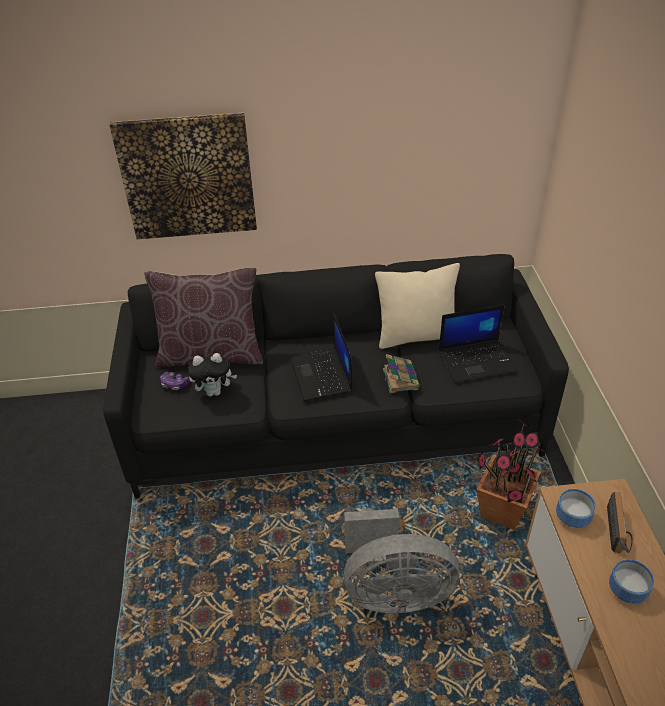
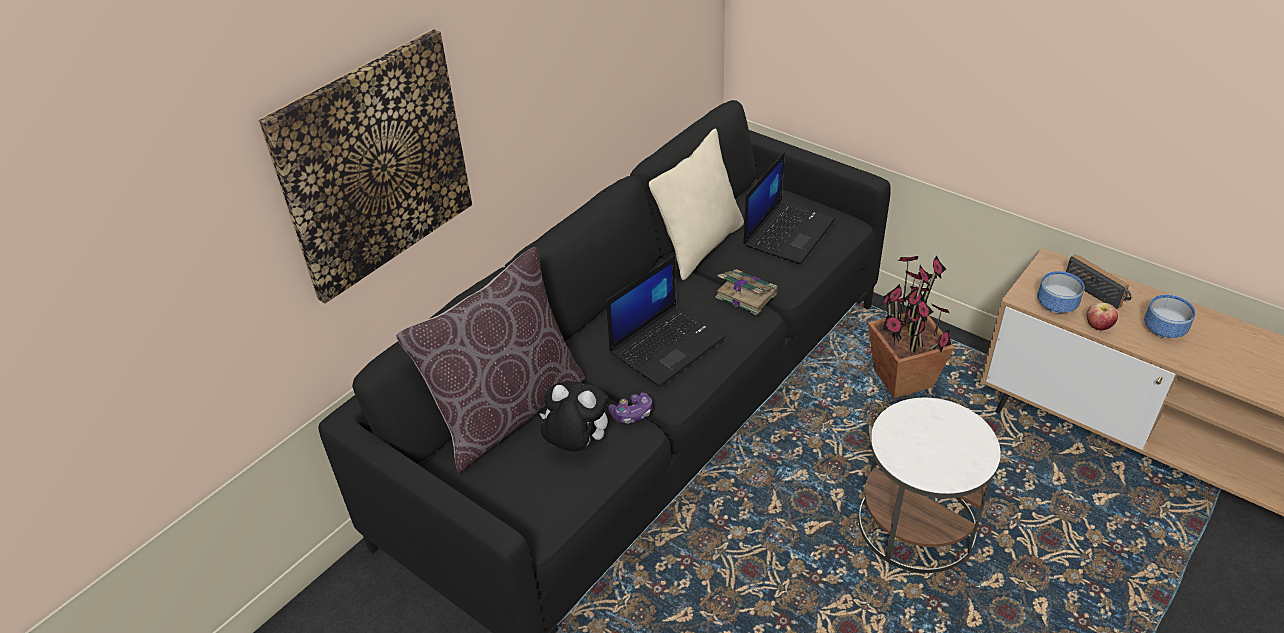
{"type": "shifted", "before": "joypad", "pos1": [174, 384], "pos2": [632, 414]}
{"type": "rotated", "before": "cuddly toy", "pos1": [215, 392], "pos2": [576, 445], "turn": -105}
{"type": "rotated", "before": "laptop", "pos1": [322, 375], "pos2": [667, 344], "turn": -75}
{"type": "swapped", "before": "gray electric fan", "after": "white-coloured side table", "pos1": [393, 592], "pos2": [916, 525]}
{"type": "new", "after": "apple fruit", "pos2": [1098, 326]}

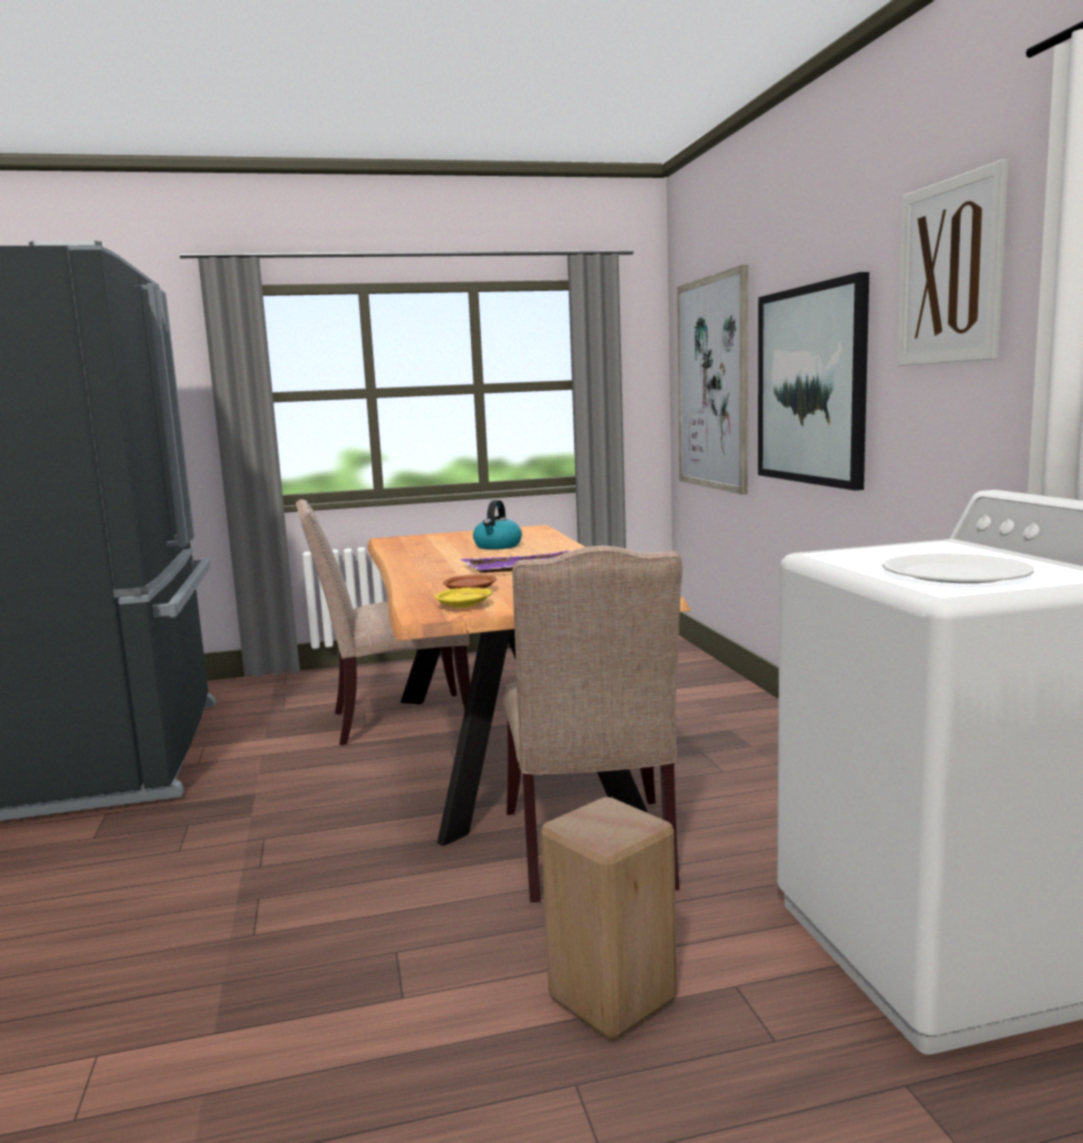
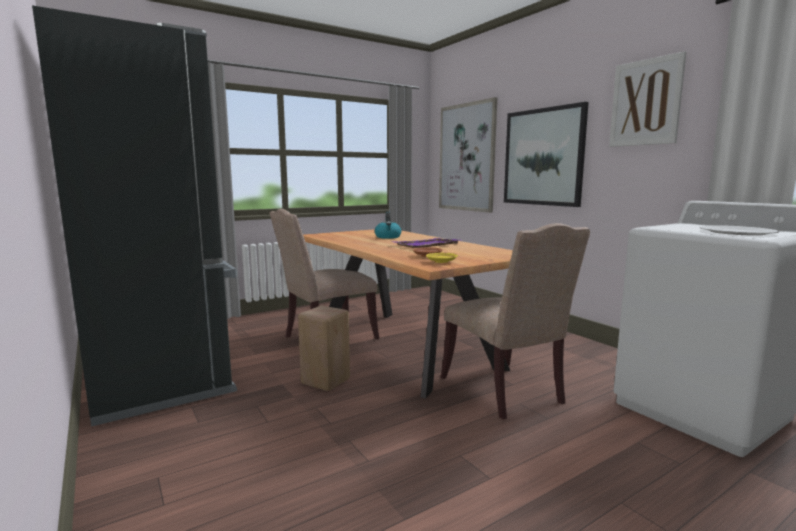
{"type": "shifted", "before": "beige-coloured sitting stool", "pos1": [612, 997], "pos2": [325, 380]}

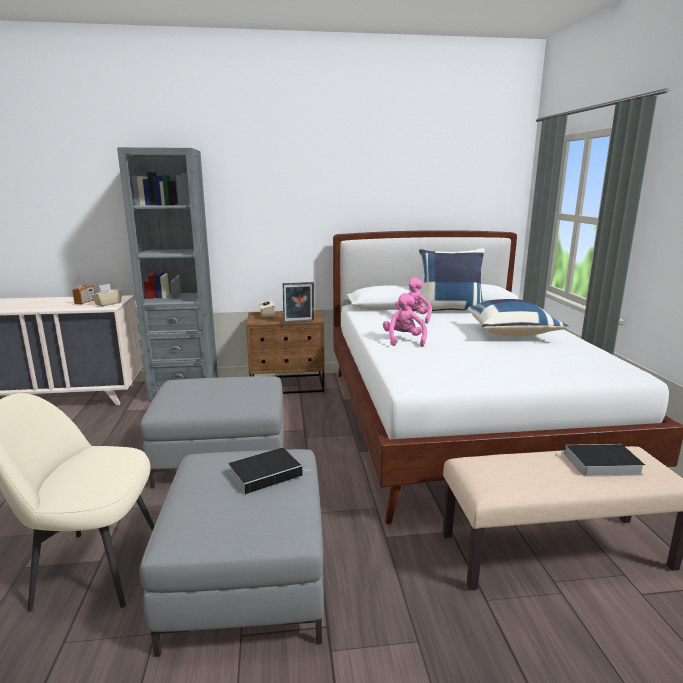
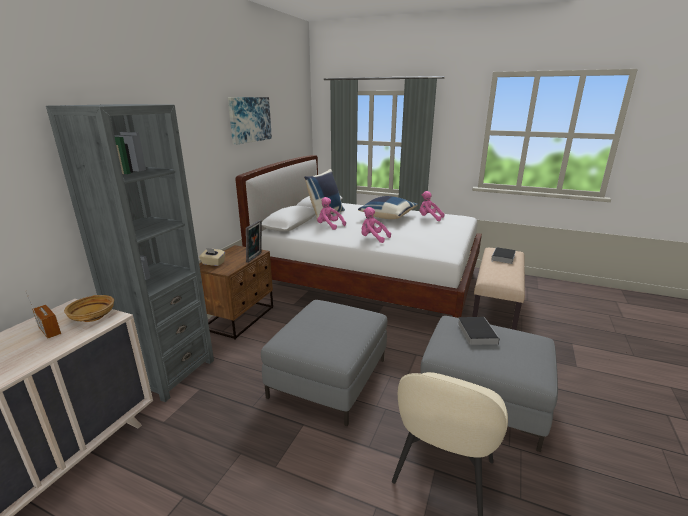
{"type": "swapped", "before": "beige-coloured tissue holder", "after": "beige-coloured serving bowl", "pos1": [108, 304], "pos2": [93, 317]}
{"type": "new", "after": "wall art", "pos2": [249, 119]}
{"type": "new", "after": "pink cuddly toy", "pos2": [429, 218]}

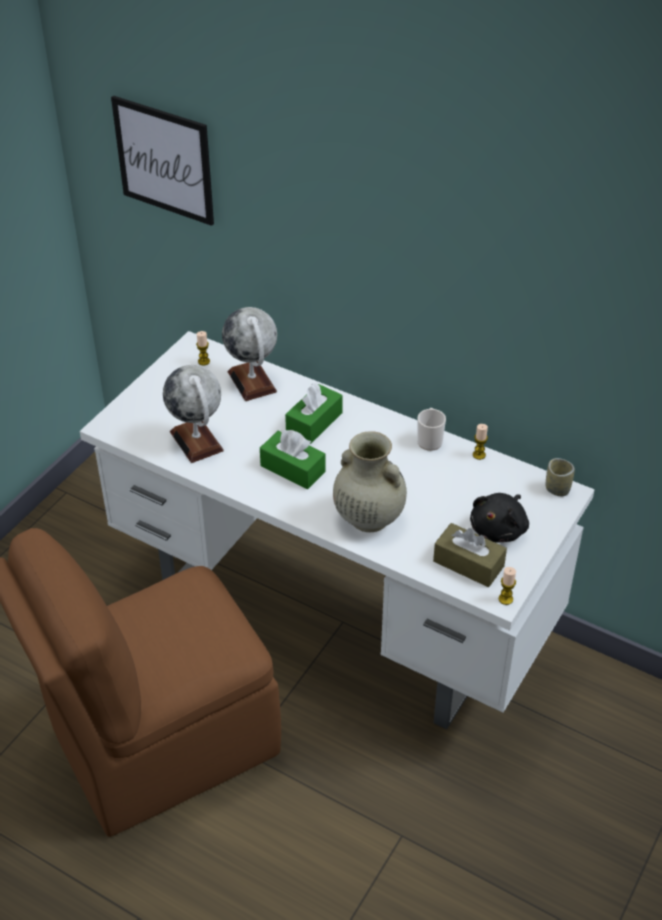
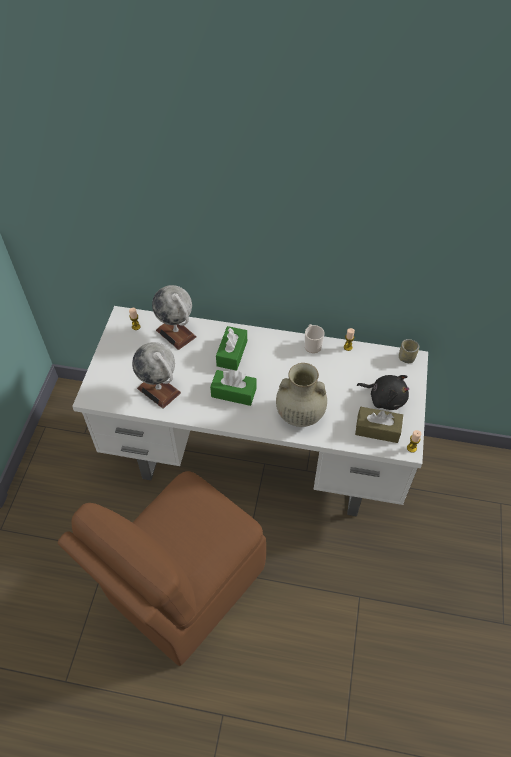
{"type": "gone", "before": "wall art", "pos1": [164, 160]}
{"type": "rotated", "before": "black cuddly toy", "pos1": [499, 529], "pos2": [385, 398], "turn": -75}

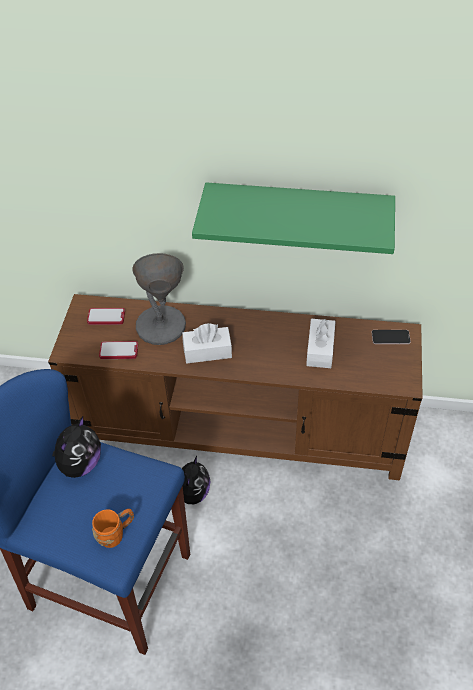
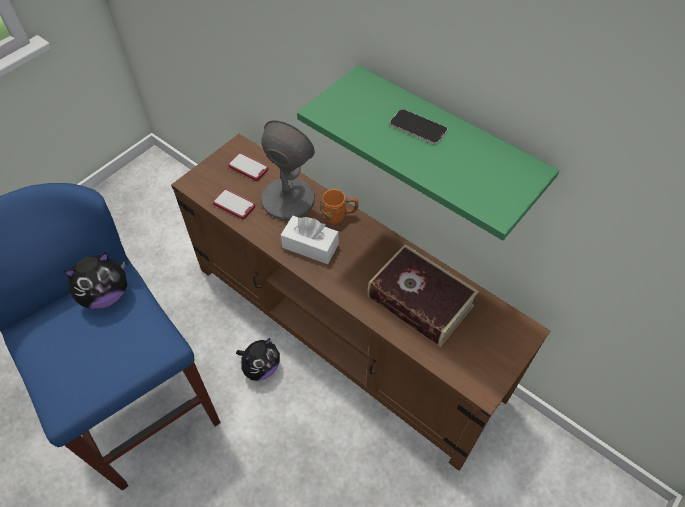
{"type": "shifted", "before": "orange-coloured mug", "pos1": [116, 533], "pos2": [339, 216]}
{"type": "swapped", "before": "white-coloured tissue holder", "after": "volume", "pos1": [320, 349], "pos2": [420, 301]}
{"type": "shifted", "before": "telephone", "pos1": [390, 337], "pos2": [418, 127]}

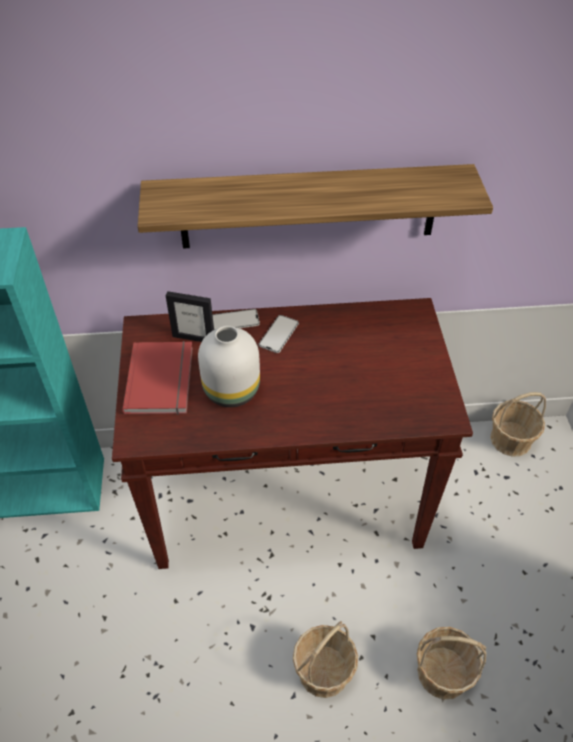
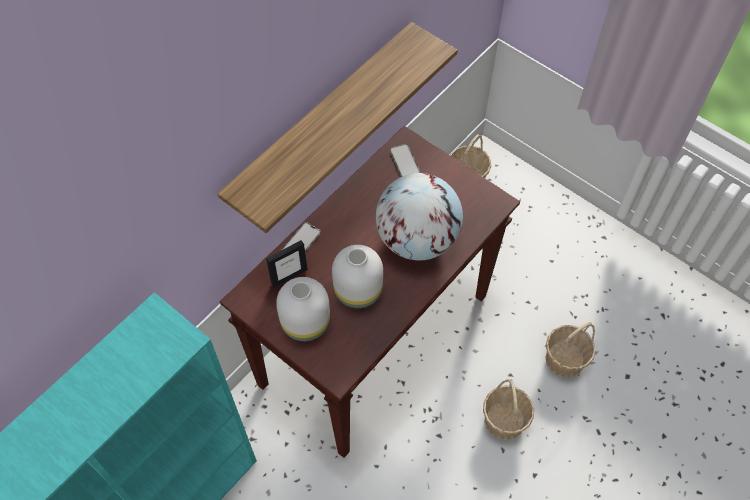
{"type": "swapped", "before": "red volume", "after": "white-coloured flower vase", "pos1": [162, 379], "pos2": [305, 322]}
{"type": "shifted", "before": "telephone", "pos1": [278, 334], "pos2": [404, 161]}
{"type": "new", "after": "world globe", "pos2": [417, 239]}

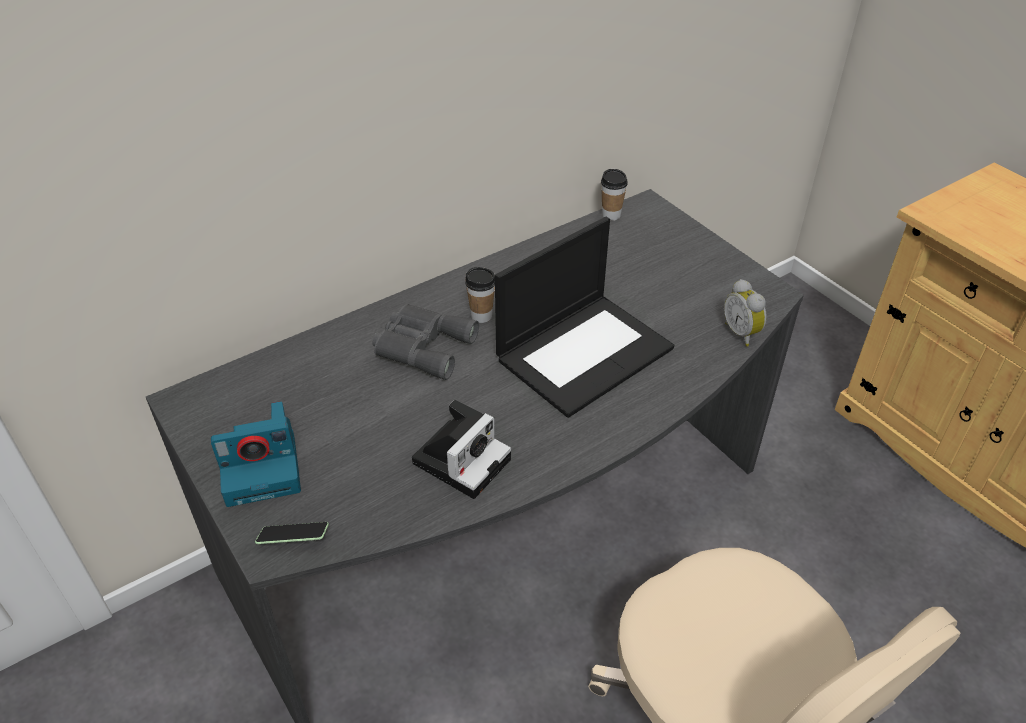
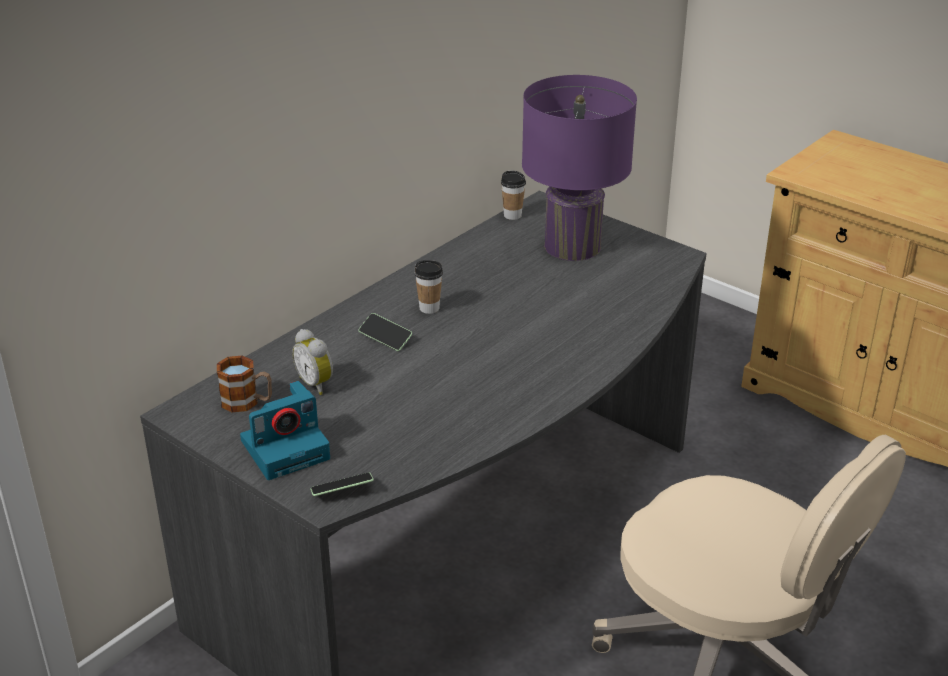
{"type": "swapped", "before": "gray field glasses", "after": "telephone", "pos1": [421, 346], "pos2": [385, 338]}
{"type": "gone", "before": "photo camera", "pos1": [463, 458]}
{"type": "gone", "before": "laptop", "pos1": [584, 352]}
{"type": "shifted", "before": "alarm clock", "pos1": [742, 333], "pos2": [317, 384]}
{"type": "new", "after": "mug", "pos2": [247, 402]}
{"type": "new", "after": "purplish tabletop lamp", "pos2": [572, 246]}

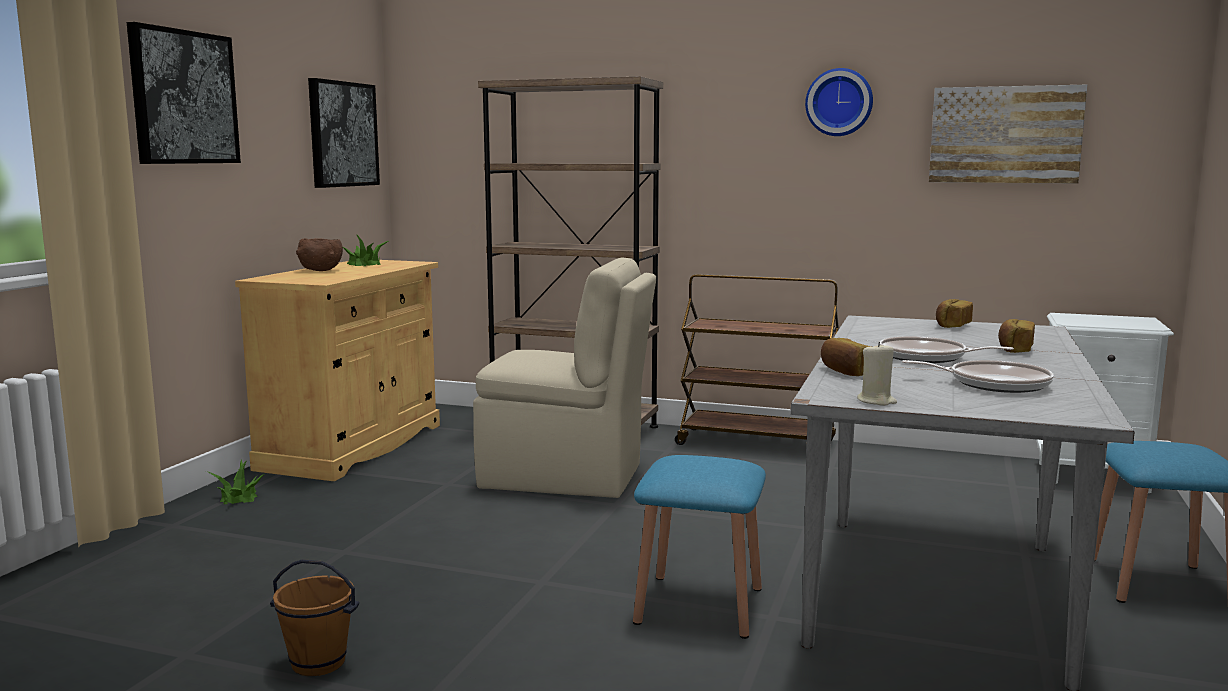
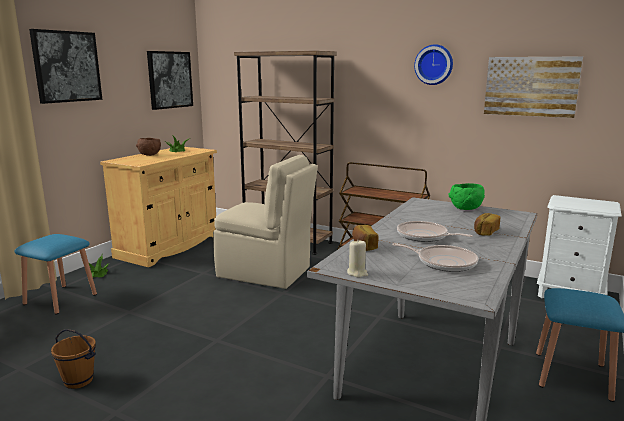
{"type": "shifted", "before": "blue sitting stool", "pos1": [699, 605], "pos2": [60, 299]}
{"type": "swapped", "before": "bakery bread", "after": "green serving bowl", "pos1": [952, 325], "pos2": [466, 209]}

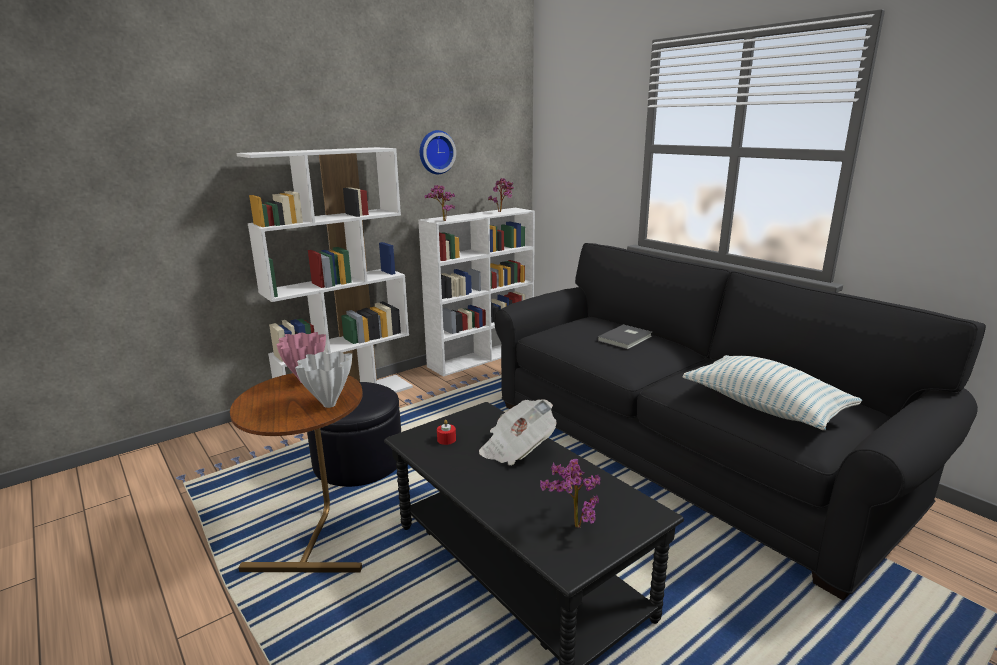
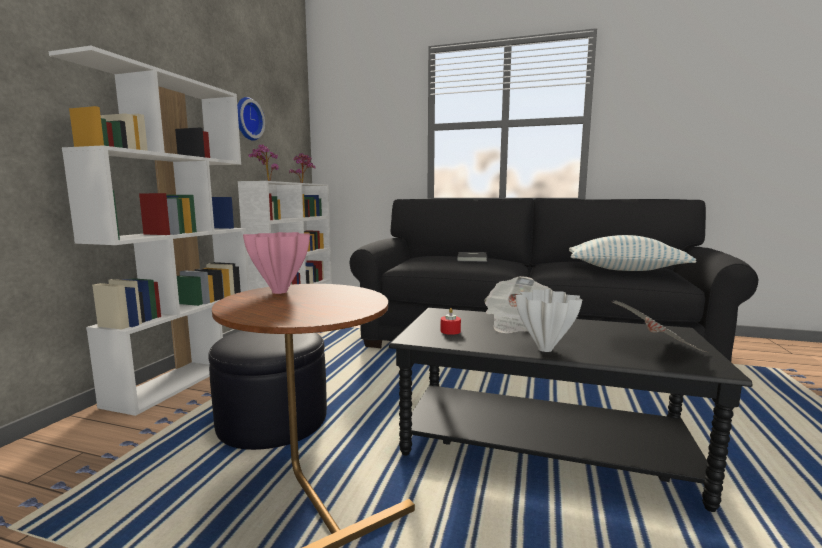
{"type": "shifted", "before": "white-coloured flower vase", "pos1": [328, 405], "pos2": [545, 350]}
{"type": "swapped", "before": "houseplant", "after": "daily paper", "pos1": [571, 525], "pos2": [656, 348]}

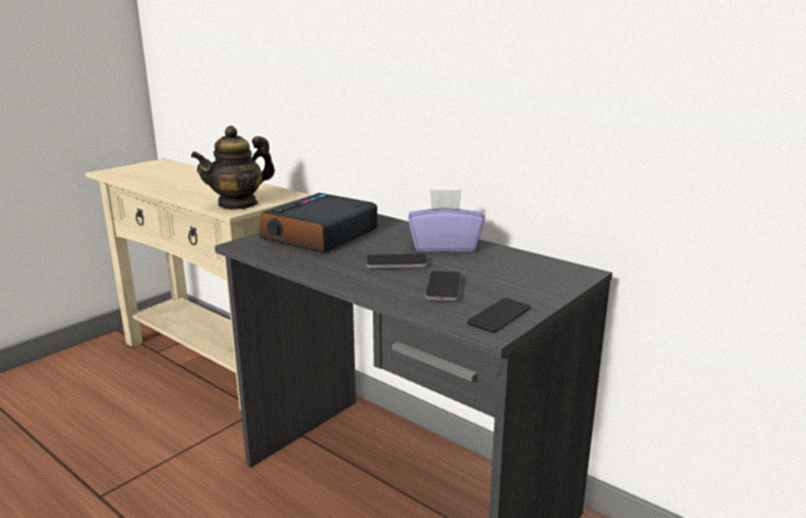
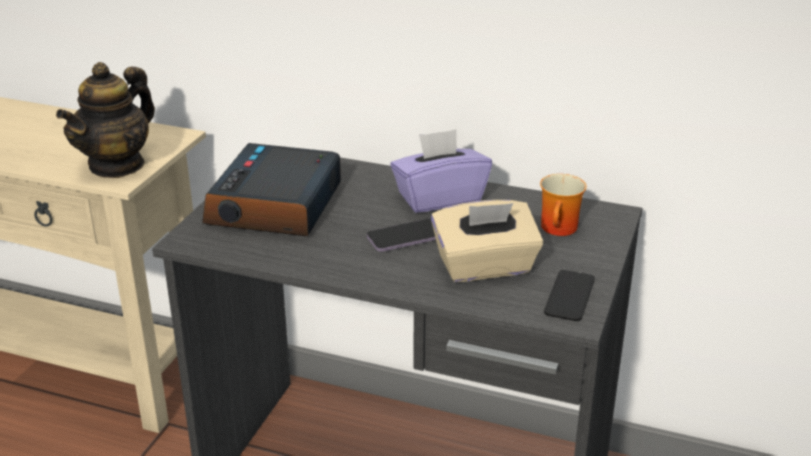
{"type": "swapped", "before": "telephone", "after": "beige-coloured tissue holder", "pos1": [443, 288], "pos2": [485, 267]}
{"type": "new", "after": "mug", "pos2": [561, 229]}

